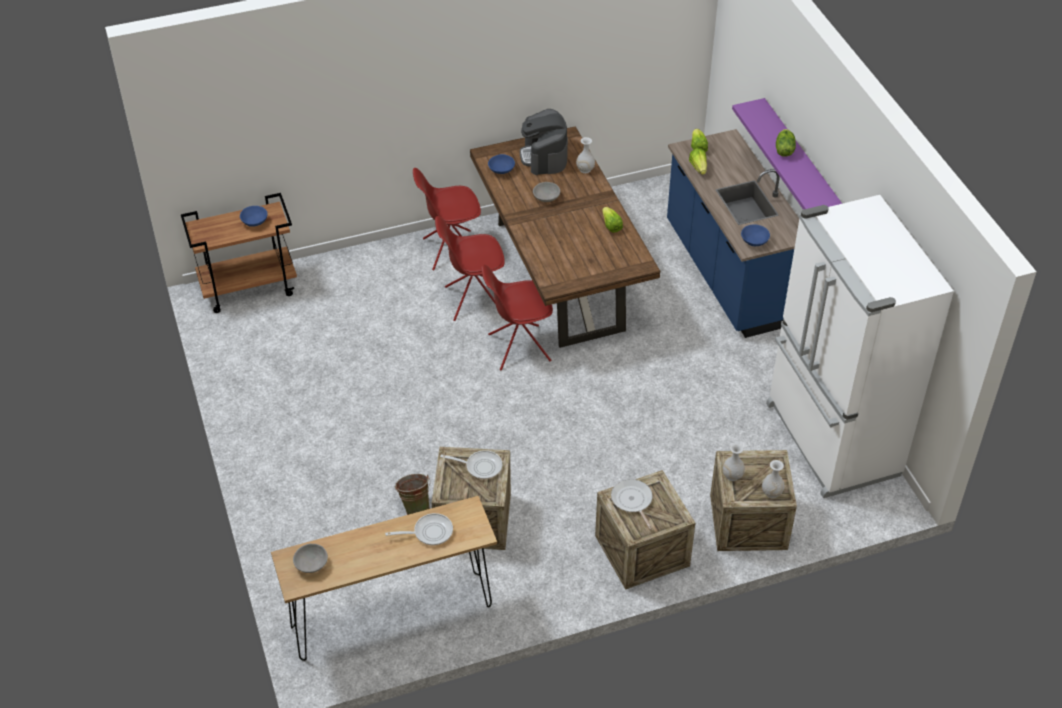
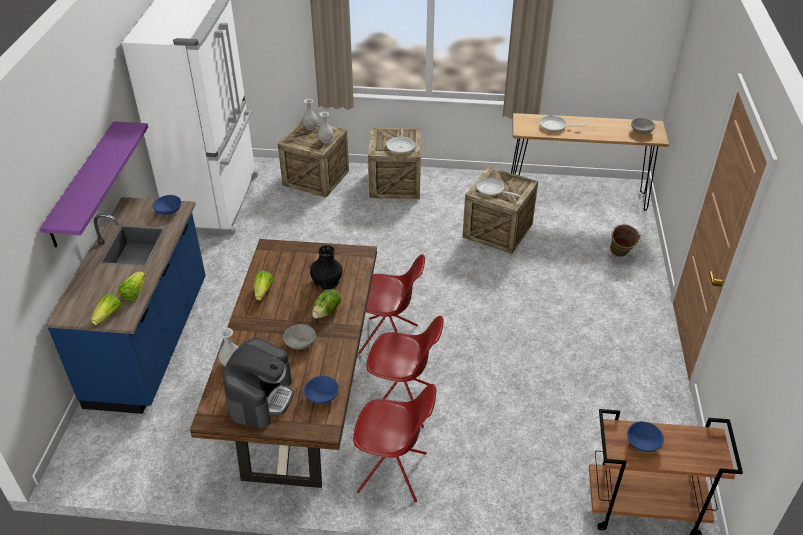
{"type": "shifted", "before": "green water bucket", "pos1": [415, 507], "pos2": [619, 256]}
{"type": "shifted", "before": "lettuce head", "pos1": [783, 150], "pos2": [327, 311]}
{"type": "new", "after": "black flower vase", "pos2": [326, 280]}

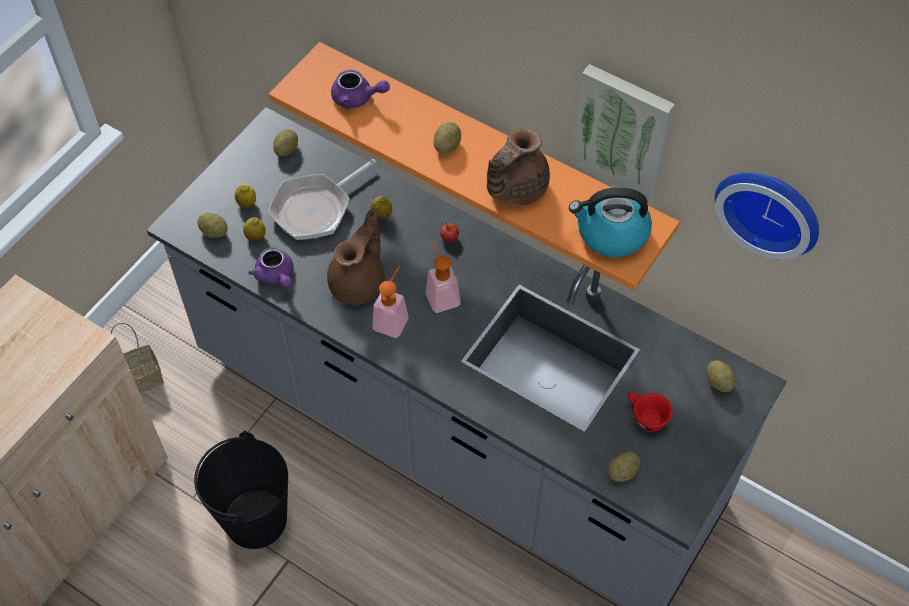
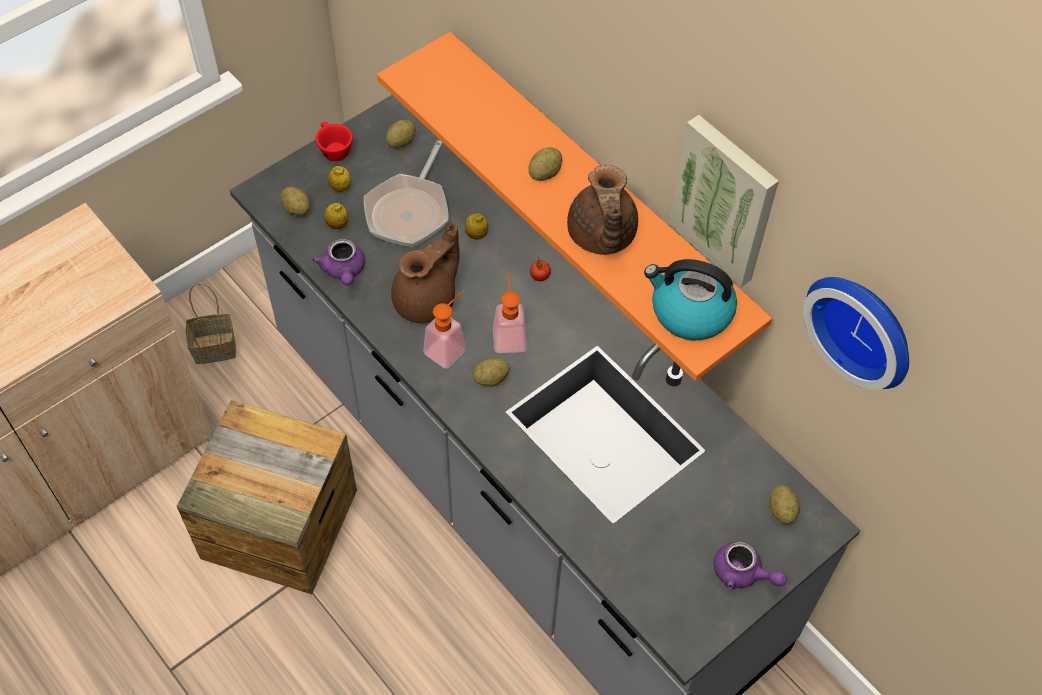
{"type": "swapped", "before": "black water bucket", "after": "shipping crate", "pos1": [255, 519], "pos2": [279, 524]}
{"type": "rotated", "before": "skillet", "pos1": [316, 208], "pos2": [410, 211], "turn": -45}
{"type": "shifted", "before": "purplish tea pot", "pos1": [357, 98], "pos2": [743, 574]}
{"type": "rotated", "before": "brownish tea pot", "pos1": [514, 188], "pos2": [600, 236], "turn": -60}
{"type": "shifted", "before": "spud", "pos1": [622, 472], "pos2": [491, 379]}
{"type": "shifted", "before": "red cup", "pos1": [645, 417], "pos2": [333, 149]}

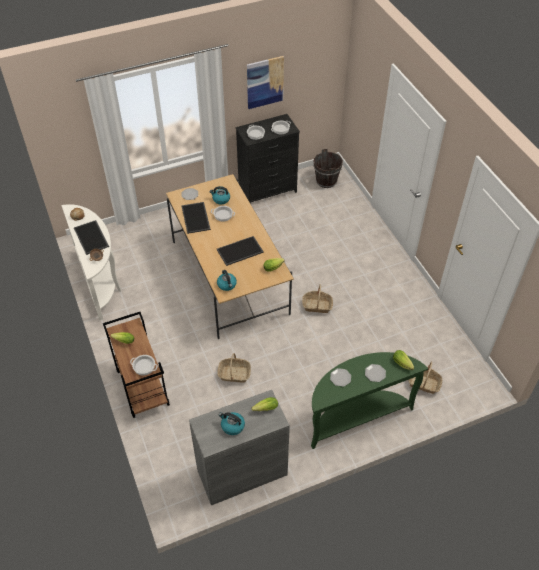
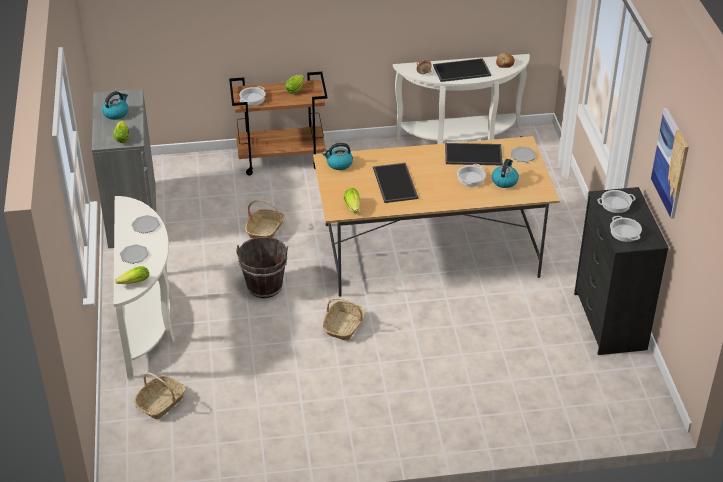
{"type": "repainted", "before": "green hall table", "after": "white-coloured hall table", "pos1": [356, 416], "pos2": [148, 322]}
{"type": "shifted", "before": "brownish water bucket", "pos1": [326, 181], "pos2": [264, 286]}

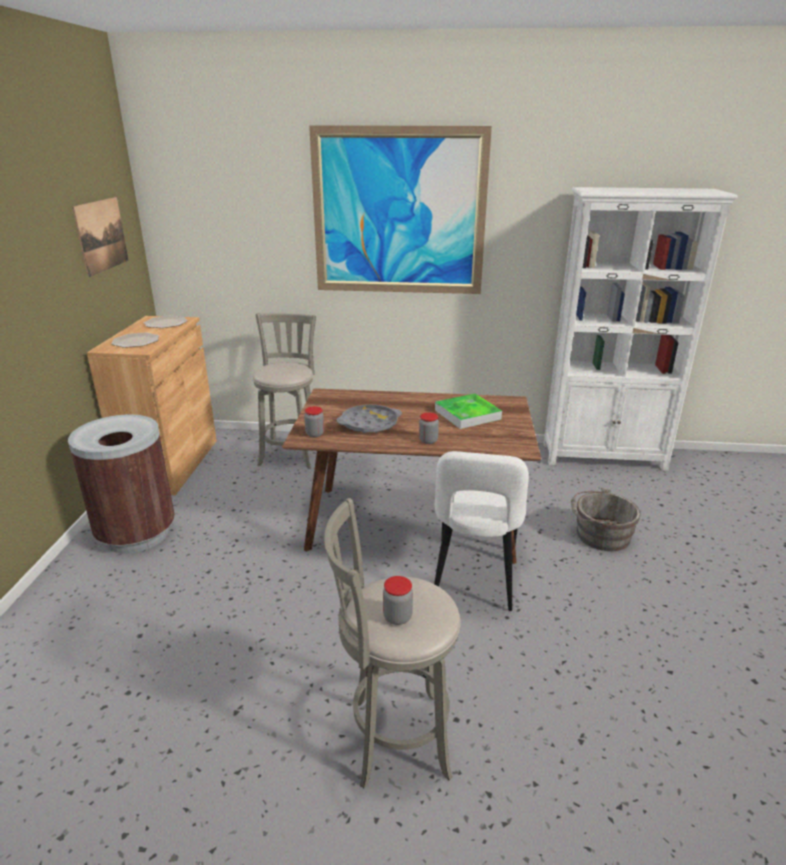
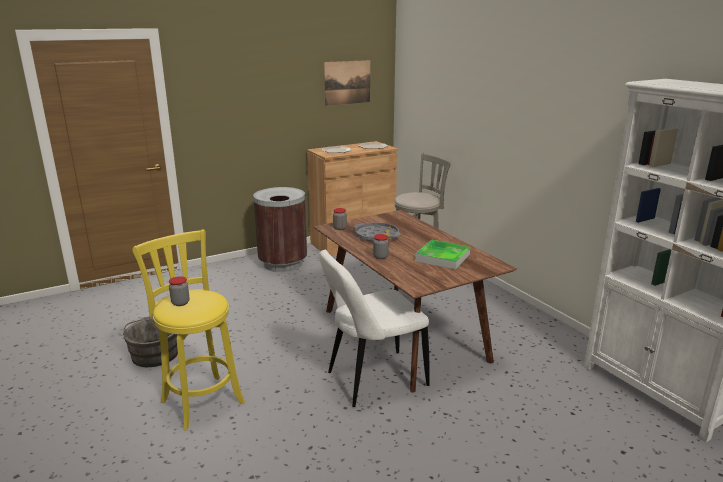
{"type": "gone", "before": "wall art", "pos1": [398, 213]}
{"type": "repainted", "before": "gray sitting stool", "after": "yellowish sitting stool", "pos1": [393, 738], "pos2": [200, 400]}
{"type": "shifted", "before": "gray water bucket", "pos1": [599, 535], "pos2": [155, 353]}

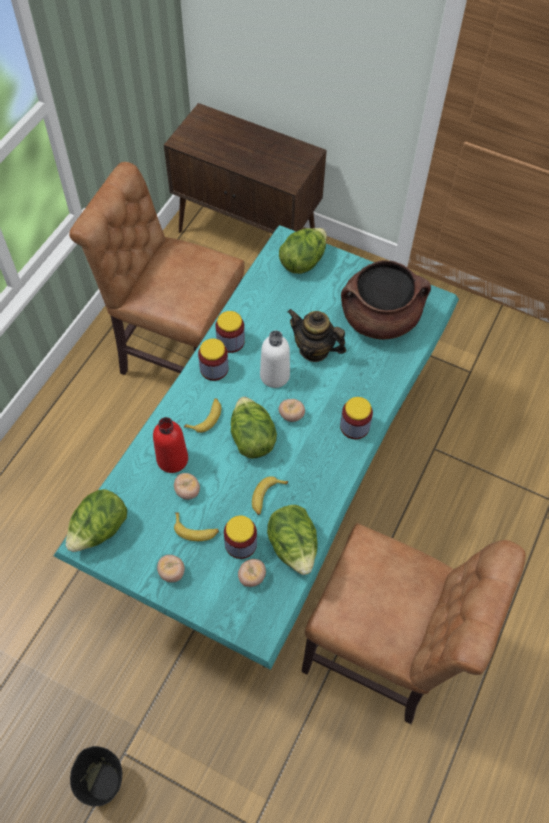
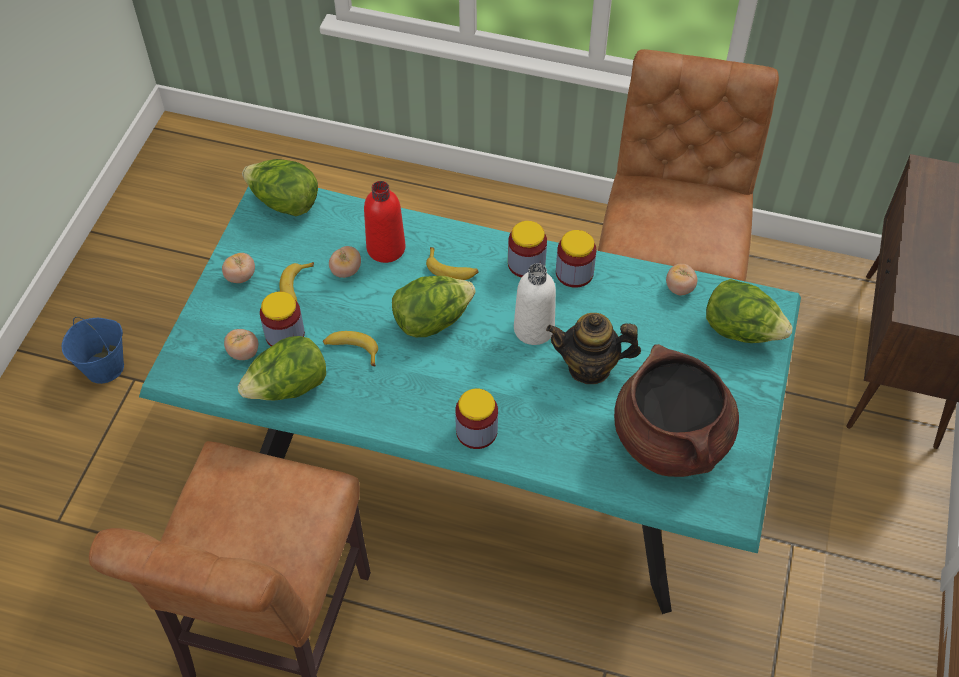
{"type": "repainted", "before": "black water bucket", "after": "blue water bucket", "pos1": [103, 781], "pos2": [105, 367]}
{"type": "shifted", "before": "tomato", "pos1": [291, 415], "pos2": [679, 288]}
{"type": "rotated", "before": "tea pot", "pos1": [314, 350], "pos2": [589, 367], "turn": -105}

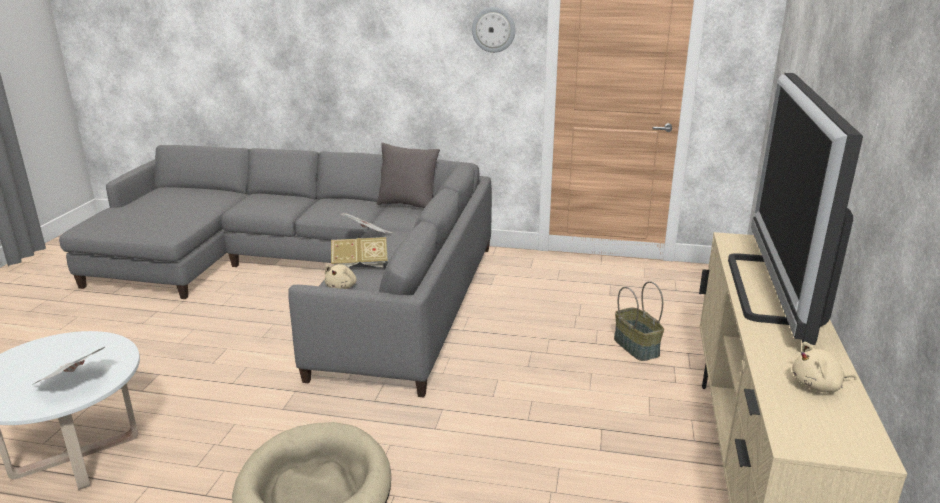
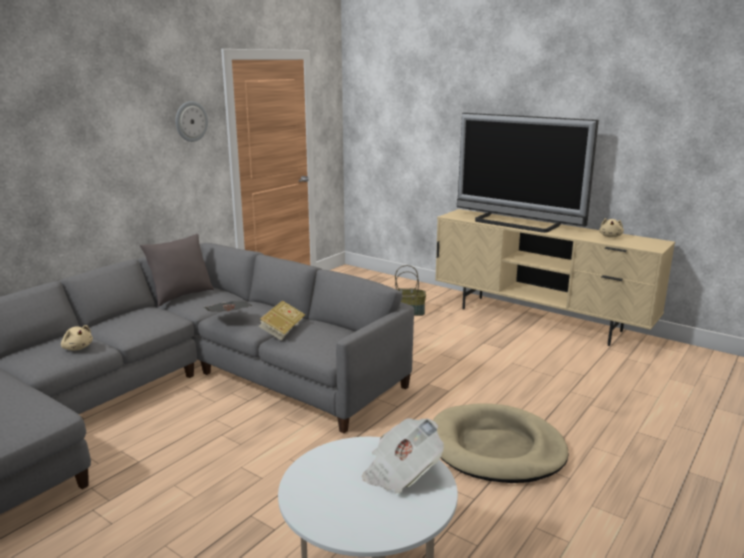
{"type": "shifted", "before": "beige-coloured cuddly toy", "pos1": [342, 287], "pos2": [77, 348]}

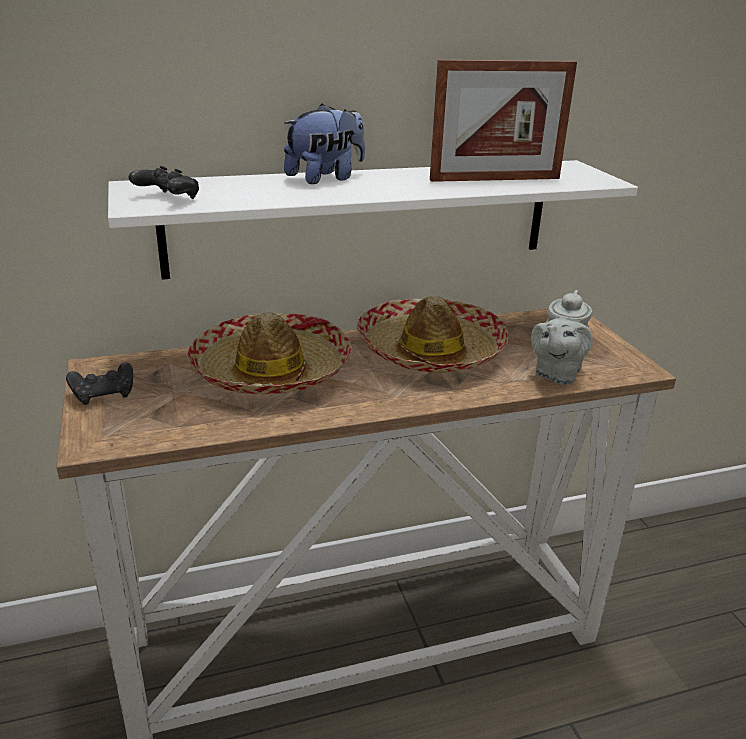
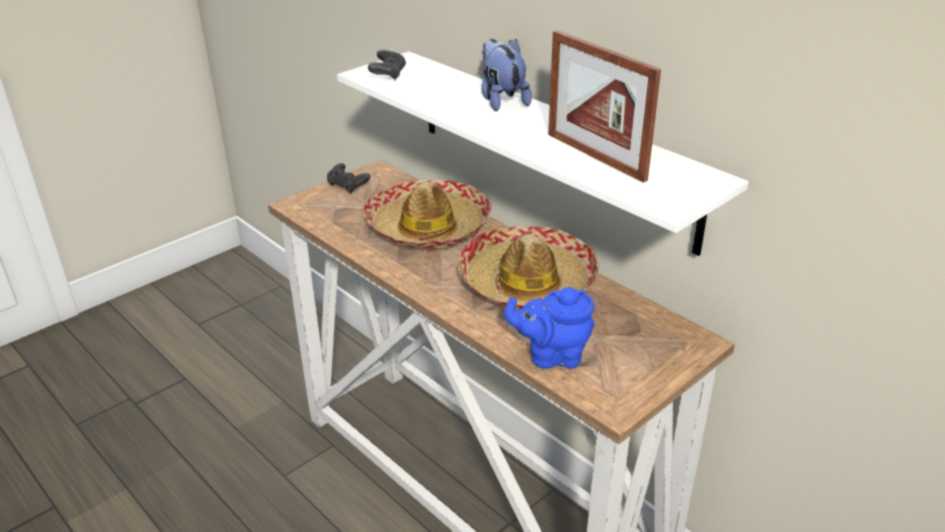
{"type": "rotated", "before": "cuddly toy", "pos1": [325, 178], "pos2": [501, 100], "turn": -135}
{"type": "repainted", "before": "gray tea pot", "after": "blue tea pot", "pos1": [556, 373], "pos2": [552, 356]}

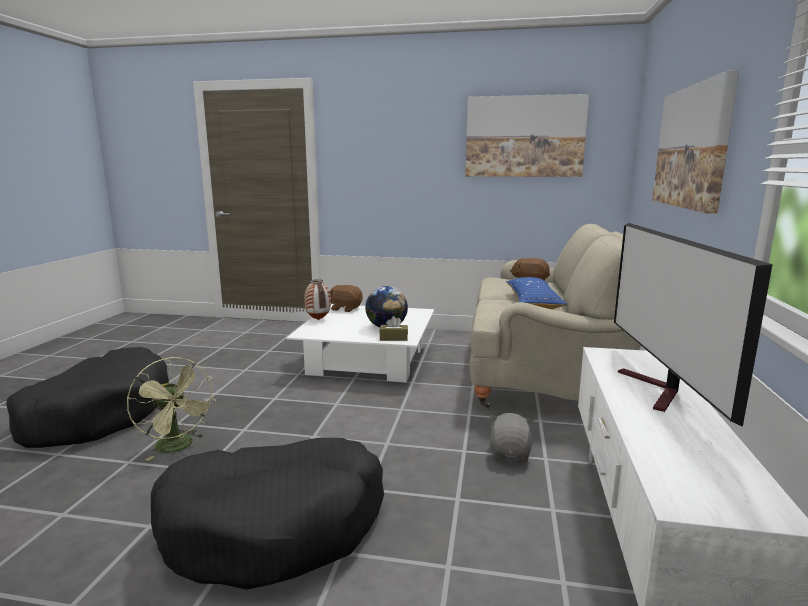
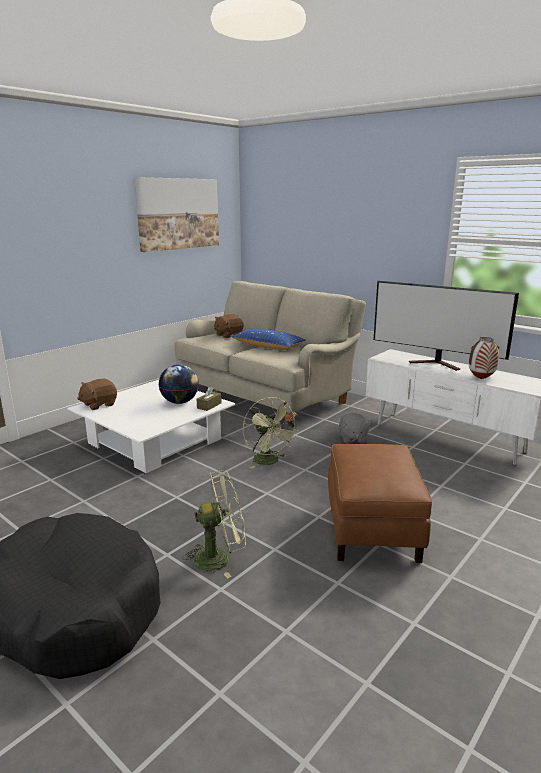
{"type": "swapped", "before": "black pet bed", "after": "brownish footrest", "pos1": [275, 525], "pos2": [373, 529]}
{"type": "shifted", "before": "flower vase", "pos1": [318, 319], "pos2": [480, 379]}
{"type": "rotated", "before": "gray cuddly toy", "pos1": [510, 453], "pos2": [352, 438], "turn": -135}
{"type": "gone", "before": "wall art", "pos1": [692, 147]}
{"type": "new", "after": "green electric fan", "pos2": [270, 462]}

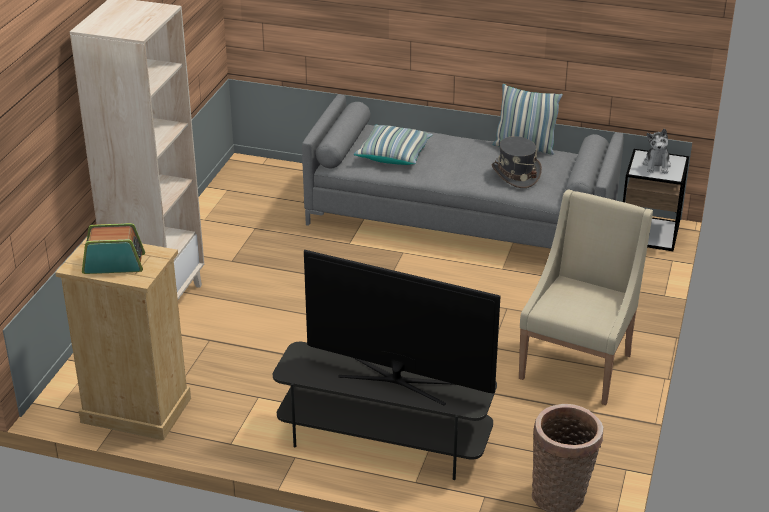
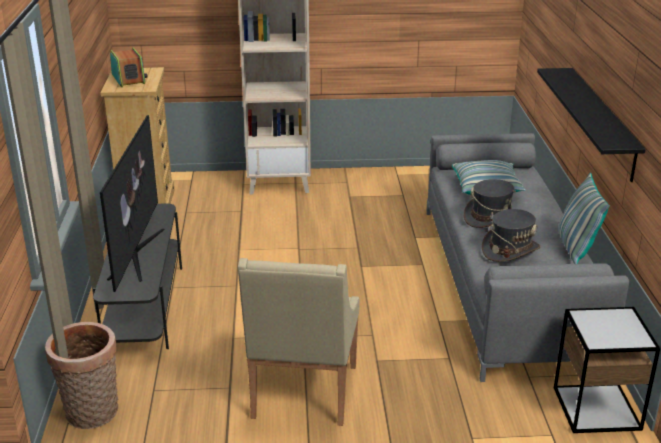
{"type": "rotated", "before": "beige-coloured easy chair", "pos1": [578, 365], "pos2": [302, 394], "turn": 90}
{"type": "gone", "before": "cuddly toy", "pos1": [657, 165]}
{"type": "new", "after": "gray hat", "pos2": [490, 218]}
{"type": "new", "after": "black wall shelf", "pos2": [602, 122]}

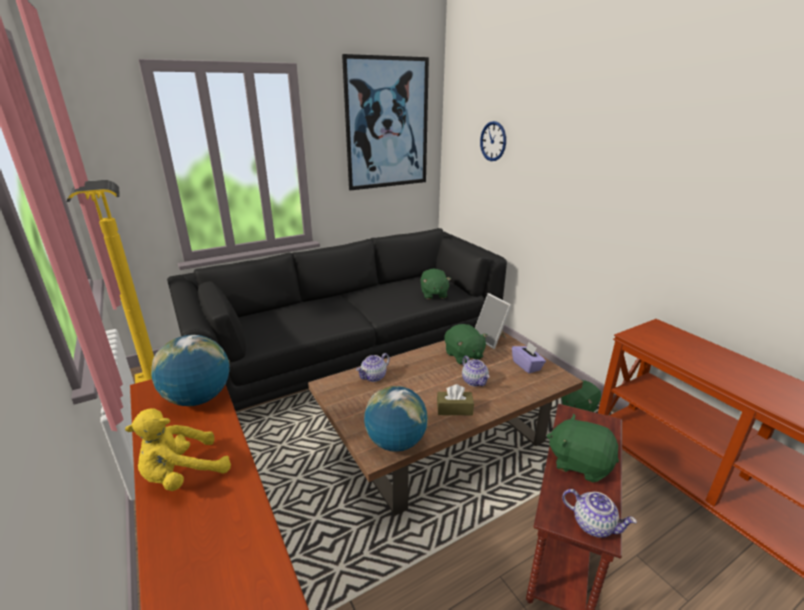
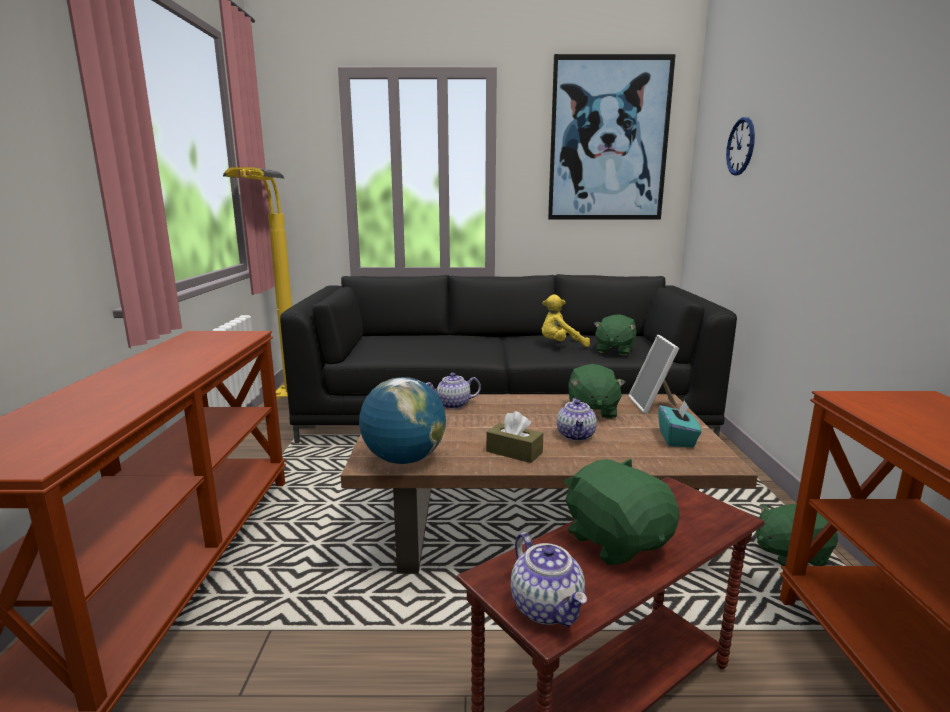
{"type": "shifted", "before": "yellowish cuddly toy", "pos1": [182, 475], "pos2": [561, 345]}
{"type": "gone", "before": "world globe", "pos1": [198, 399]}
{"type": "repainted", "before": "purplish tissue holder", "after": "blue-green tissue holder", "pos1": [527, 366], "pos2": [677, 439]}

